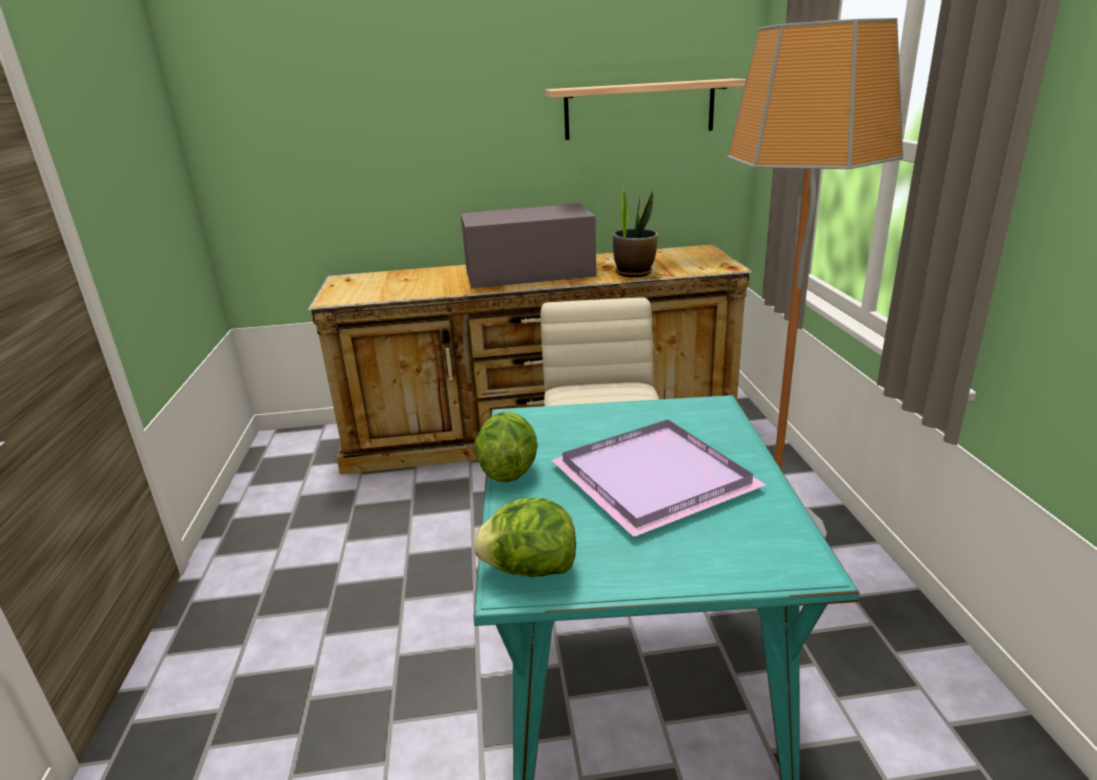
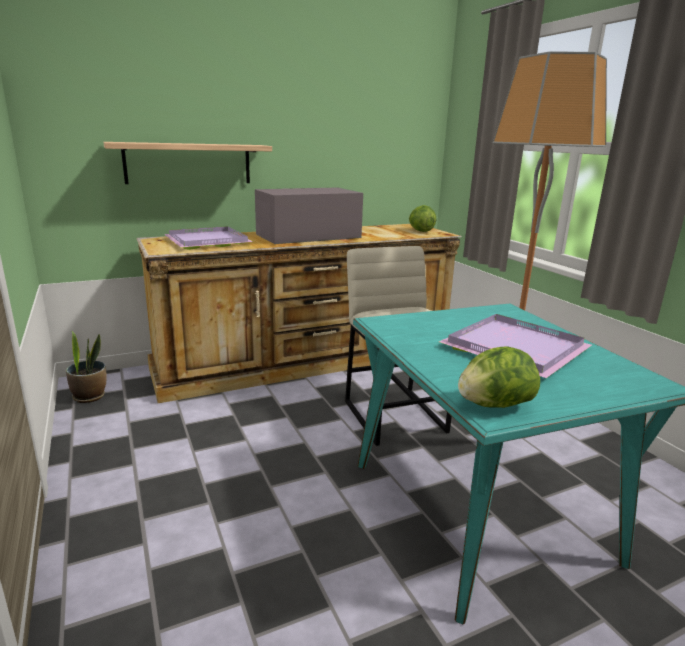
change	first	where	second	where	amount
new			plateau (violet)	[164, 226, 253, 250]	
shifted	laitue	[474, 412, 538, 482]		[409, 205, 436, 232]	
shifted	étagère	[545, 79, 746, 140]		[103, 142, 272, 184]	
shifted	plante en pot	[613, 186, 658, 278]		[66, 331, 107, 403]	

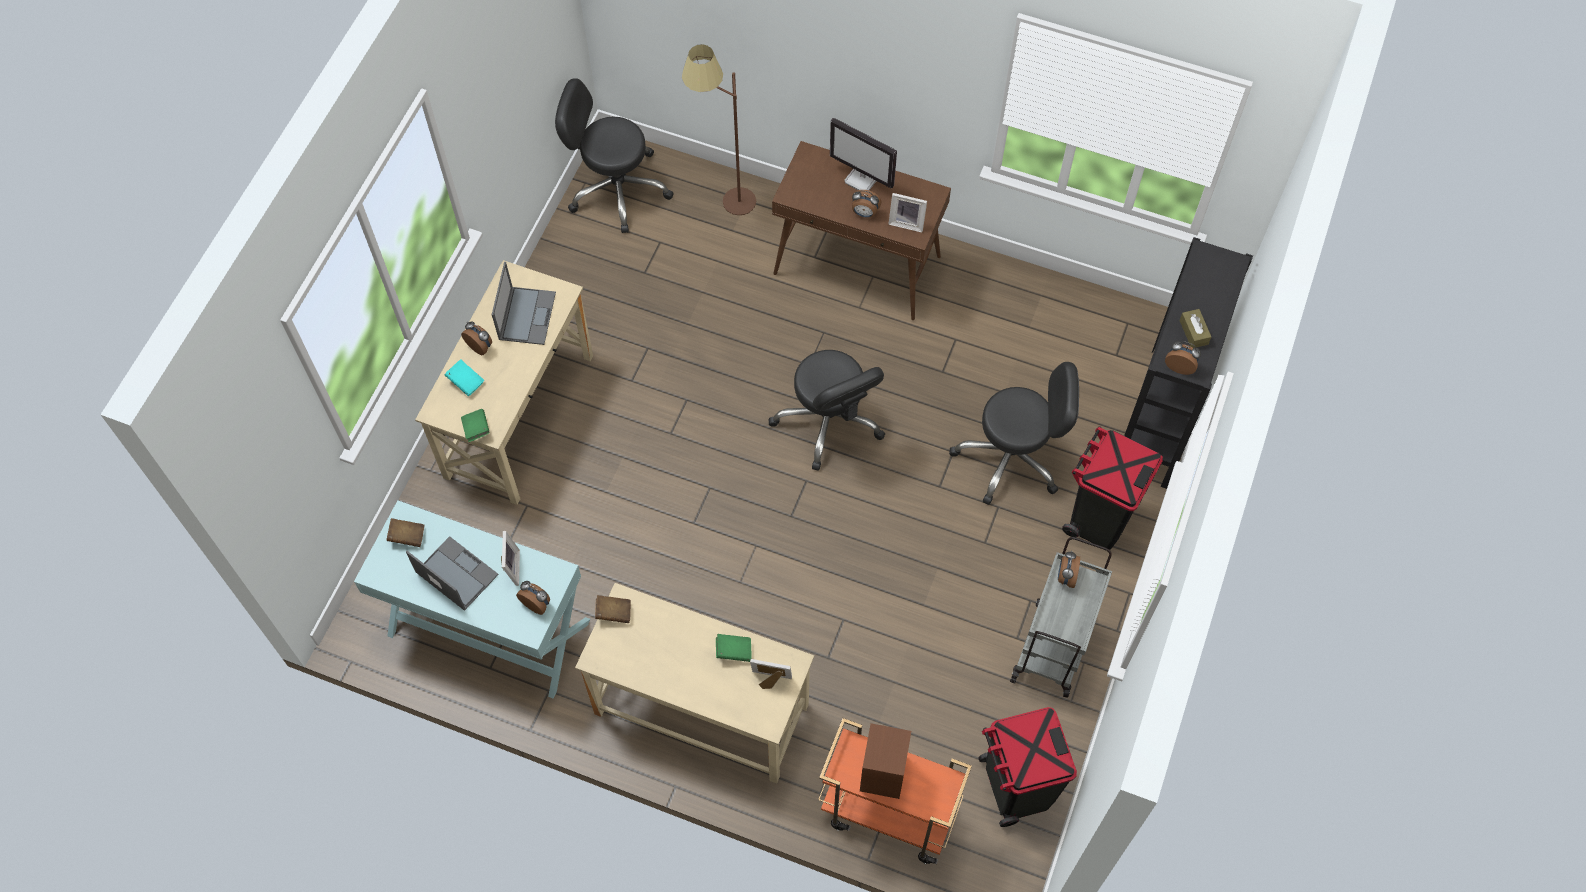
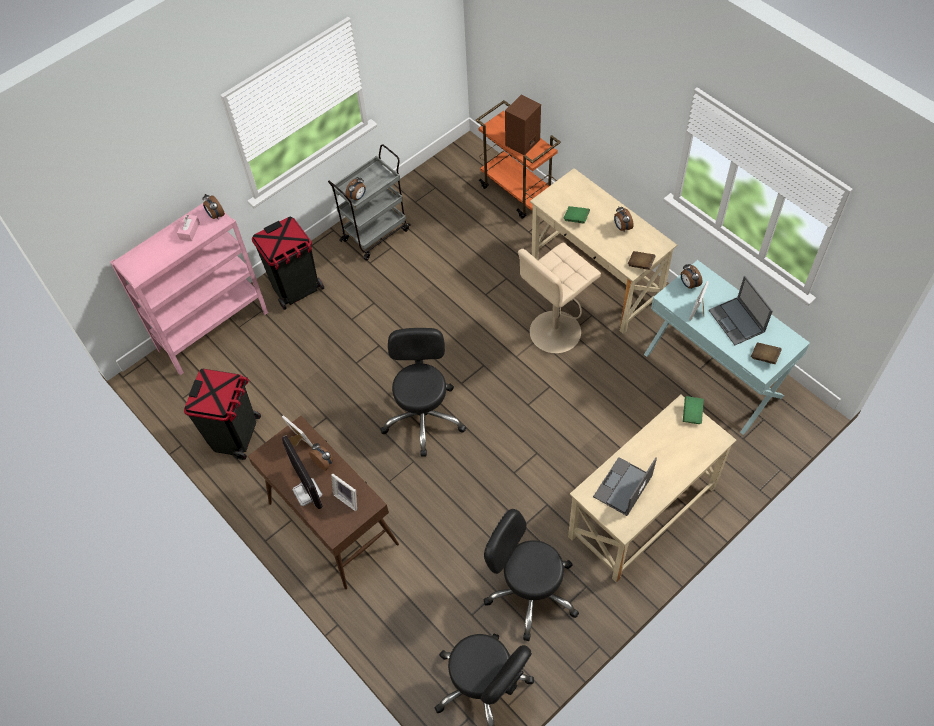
change	first	where	second	where	amount
gone	livre (turquoise)	[445, 359, 484, 397]			
gone	lampadaire (marron)	[682, 44, 756, 215]			
new			tabouret (beige)	[518, 242, 601, 353]	
shifted	réveil	[461, 321, 492, 355]		[614, 207, 633, 231]	
shifted	cadre photo	[750, 659, 792, 689]		[331, 474, 358, 511]	
shifted	chaise de bureau (noir)	[949, 362, 1079, 505]		[484, 509, 579, 641]	
shifted	poubelle (noir)	[978, 707, 1077, 827]		[184, 369, 261, 460]	
repainted	bibliothèque (noir)	[1124, 237, 1253, 489]	bibliothèque (rose)	[110, 198, 268, 375]	
repainted	boîte à mouchoirs (marron)	[1179, 309, 1211, 348]	boîte à mouchoirs (rose)	[177, 214, 200, 241]	

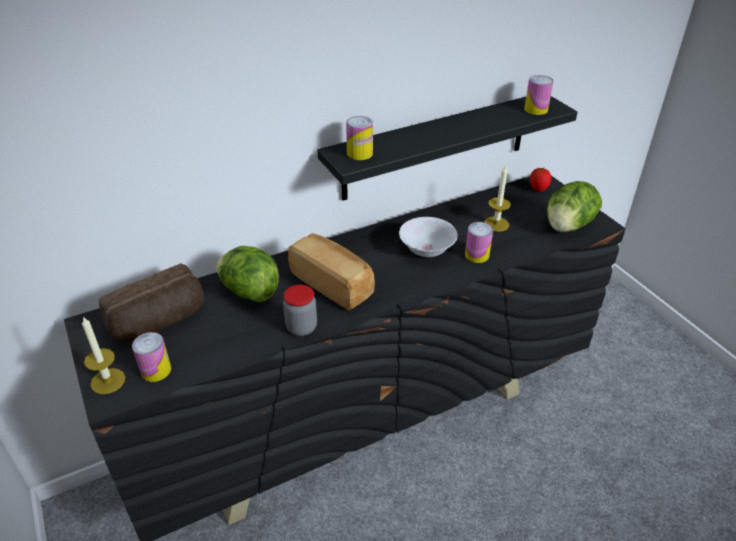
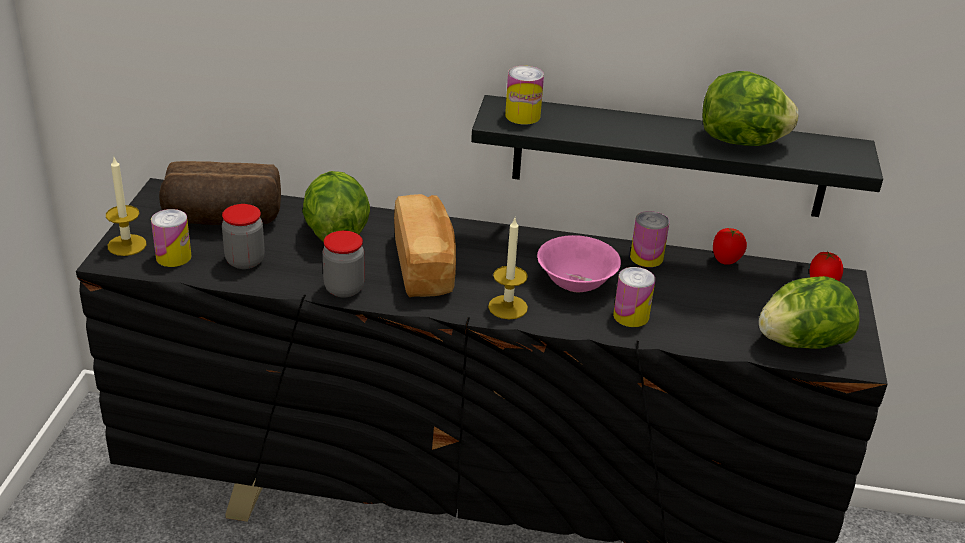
change	first	where	second	where	amount
new			bocal	[222, 204, 265, 269]	
new			laitue	[702, 71, 799, 146]	
new			tomate	[713, 228, 747, 265]	
shifted	bougie	[484, 165, 511, 232]		[488, 218, 528, 319]	
shifted	boîte métallique	[524, 75, 554, 115]		[630, 211, 670, 267]	
repainted	bol (blanc)	[399, 217, 458, 257]	bol (rose)	[537, 235, 621, 292]	

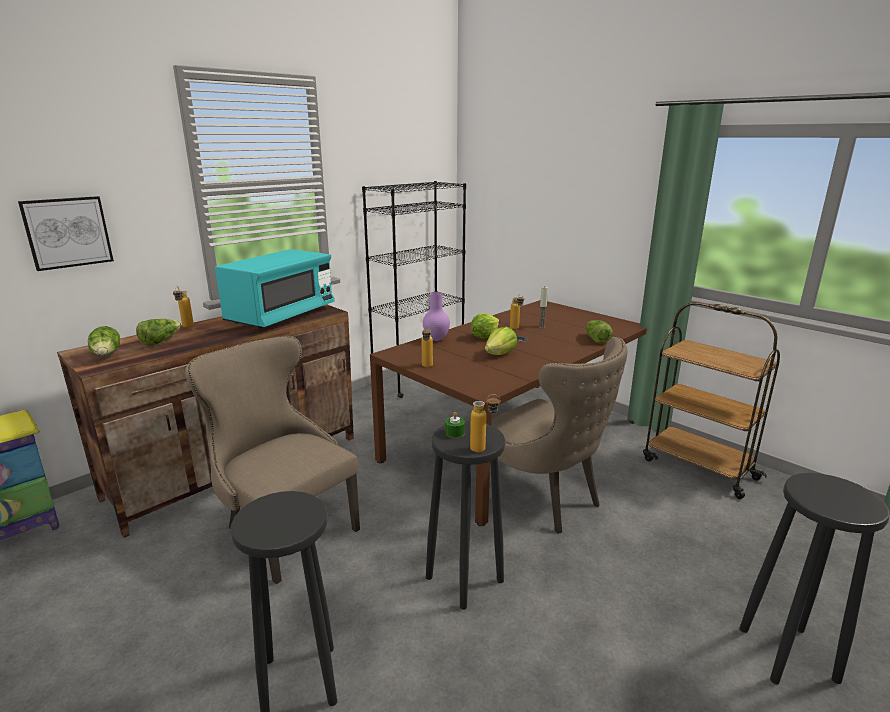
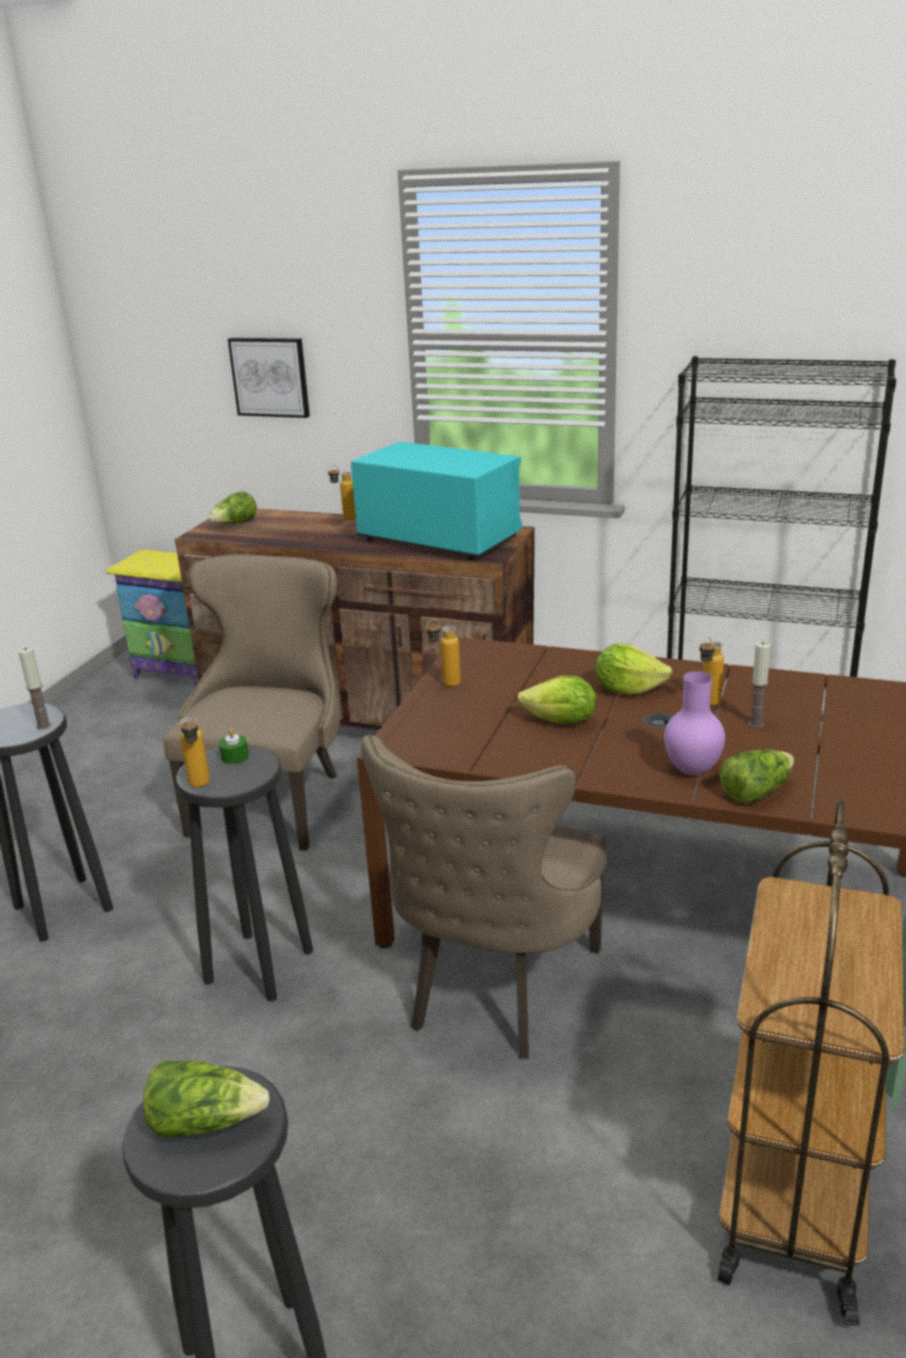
change	first	where	second	where	amount
new			bougie	[18, 647, 51, 730]	
shifted	laitue	[136, 319, 181, 346]		[143, 1060, 270, 1138]	
shifted	vase (violet)	[423, 292, 450, 341]		[664, 671, 725, 775]	
rotated	micro-ondes (turquoise)	[215, 249, 335, 329]		[351, 442, 522, 560]	150 degrees counterclockwise

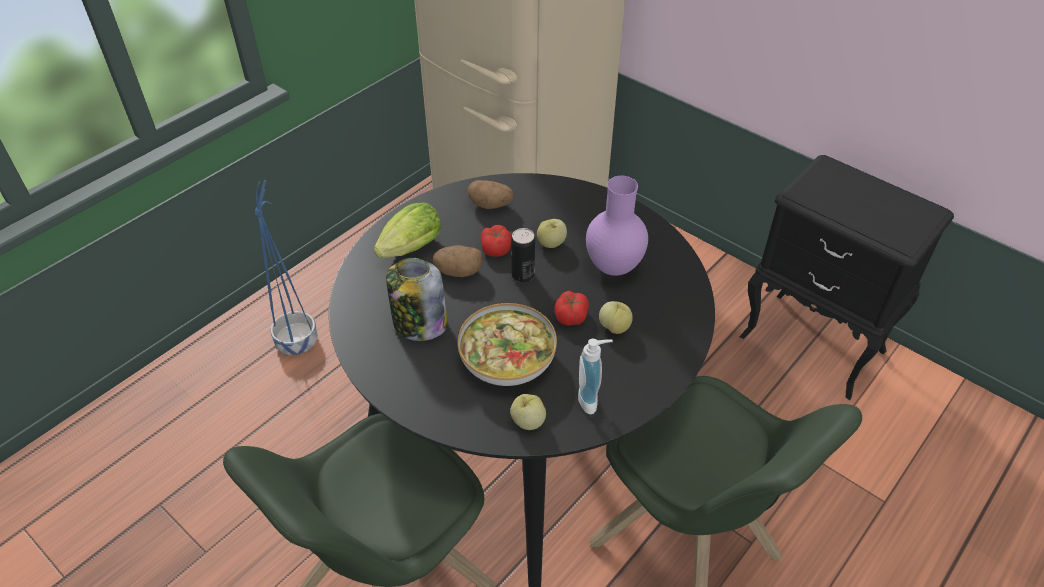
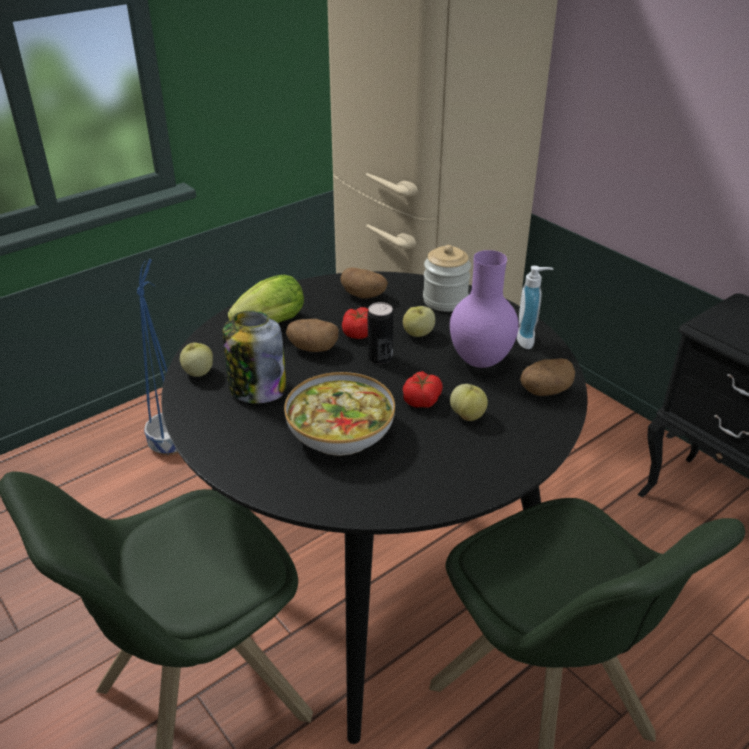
change	first	where	second	where	amount
new			bocal	[423, 245, 471, 312]	
new			pomme de terre	[520, 358, 575, 396]	
shifted	pomme	[510, 394, 546, 430]		[180, 343, 213, 377]	
shifted	distributeur de savon	[578, 339, 613, 414]		[517, 266, 553, 349]	

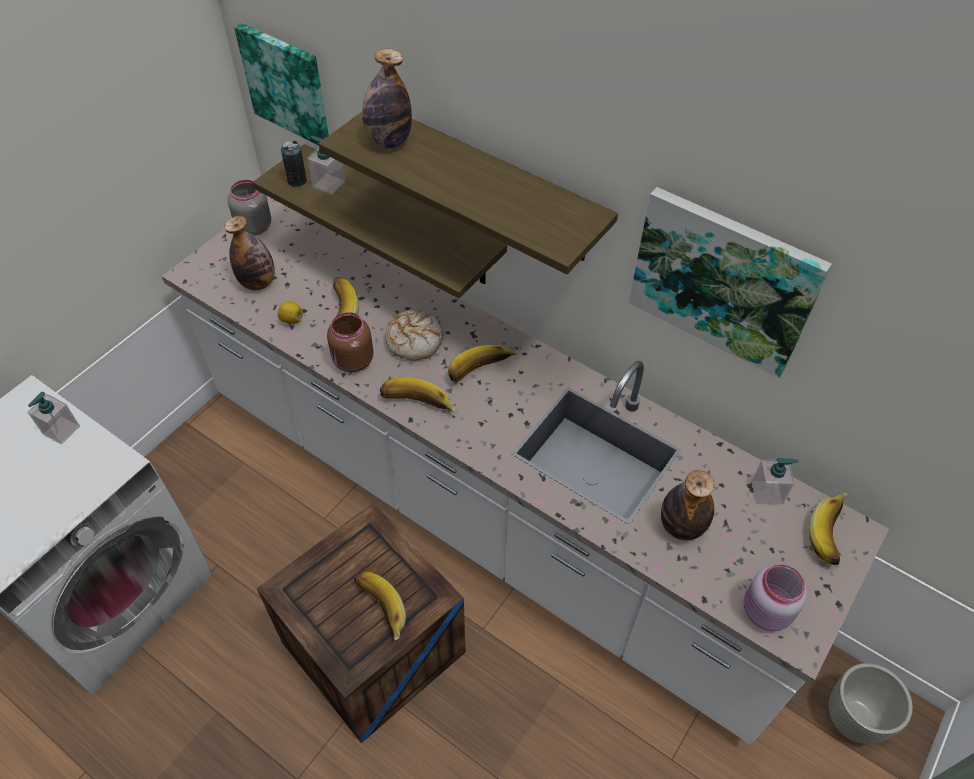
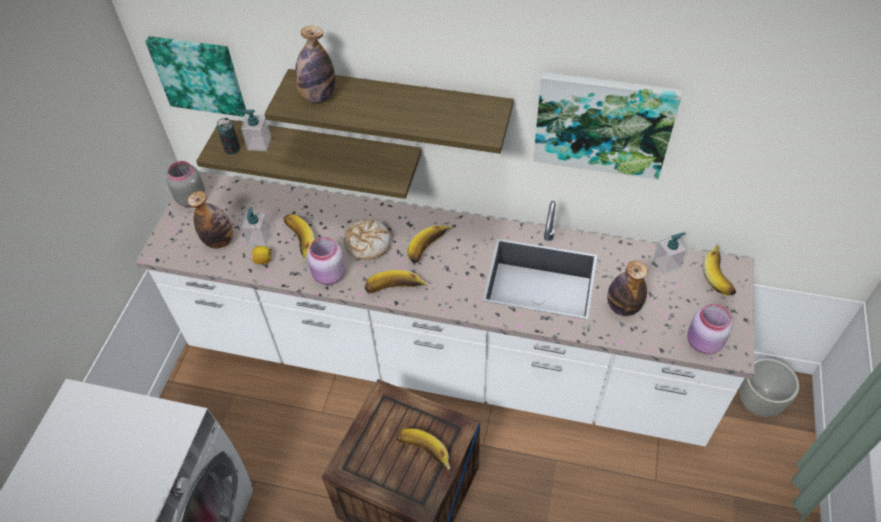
change	first	where	second	where	amount
shifted	distributeur de savon	[28, 392, 80, 444]		[241, 207, 270, 246]	
repainted	bocal (marron)	[327, 312, 373, 373]	bocal (rose)	[307, 237, 345, 285]	

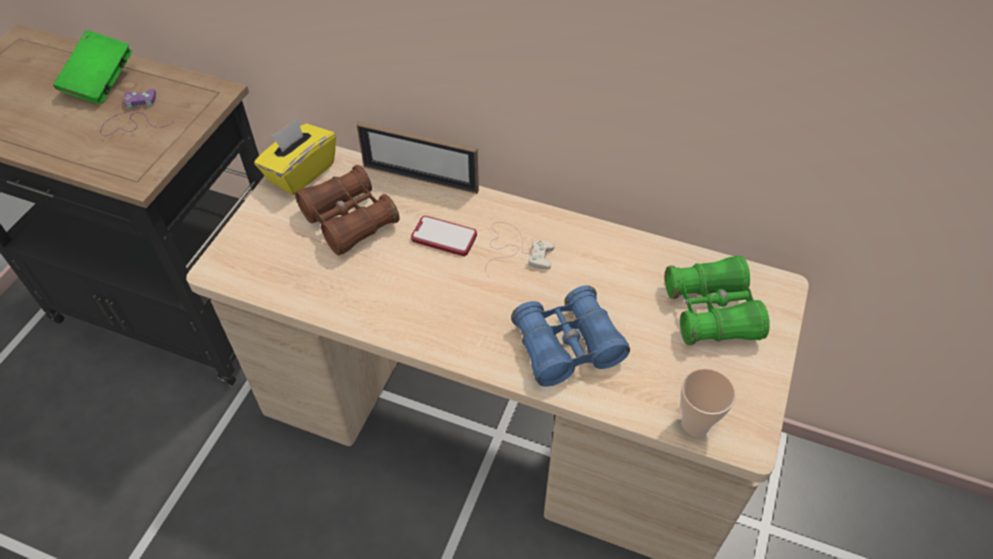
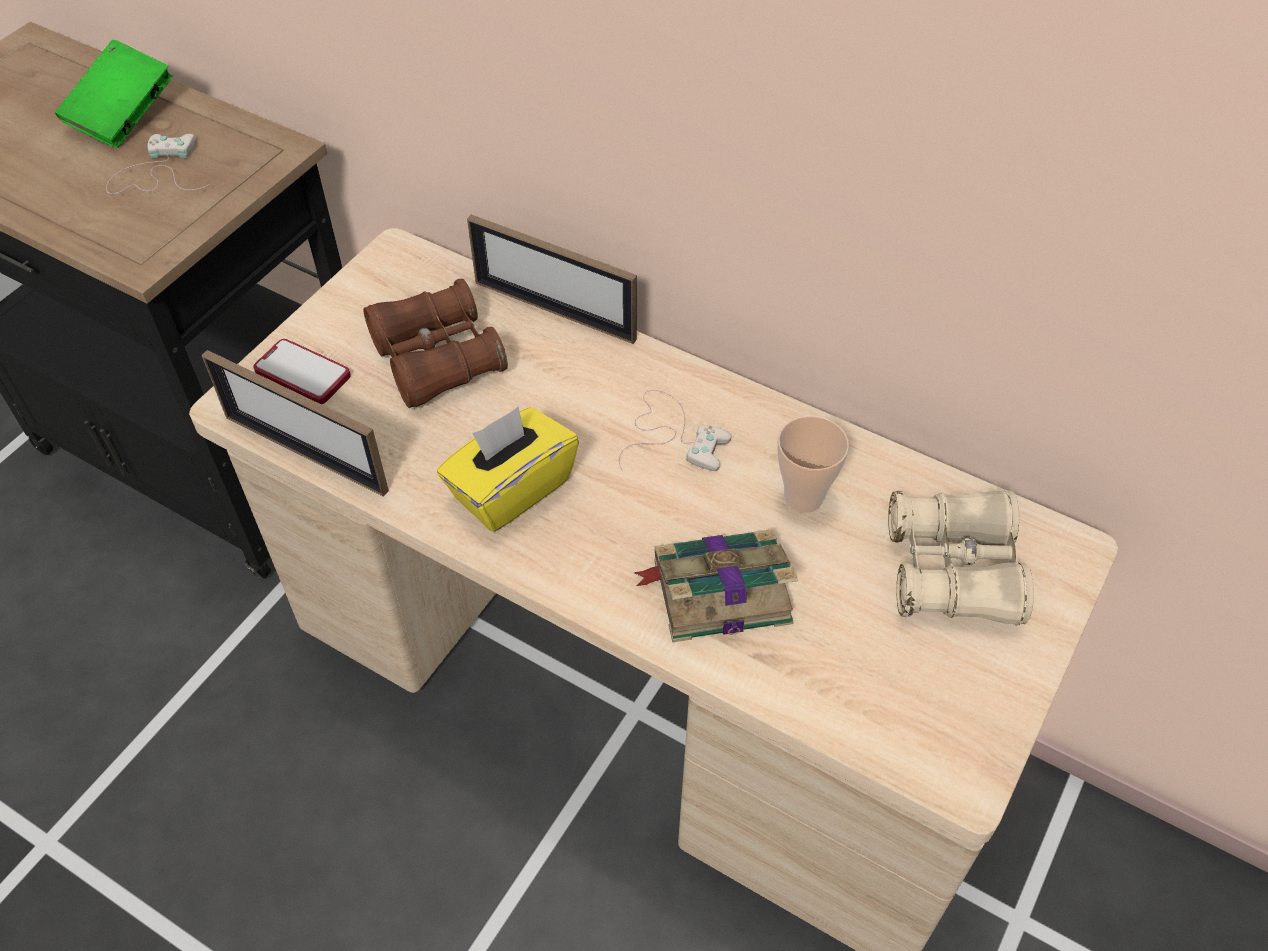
change	first	where	second	where	amount
new			cadre photo	[202, 350, 389, 496]	
shifted	boîte à mouchoirs (jaune)	[254, 119, 336, 195]		[437, 406, 579, 532]	
shifted	téléphone	[411, 216, 477, 256]		[253, 339, 351, 404]	
shifted	tasse	[681, 368, 736, 436]		[777, 416, 849, 513]	
swapped	jumelles (bleu)	[511, 285, 630, 387]	livre	[634, 529, 798, 642]	
repainted	manette (violet)	[100, 89, 173, 136]	manette (blanc)	[106, 134, 210, 194]	
repainted	jumelles (vert)	[665, 256, 770, 345]	jumelles (beige)	[888, 490, 1034, 625]	

